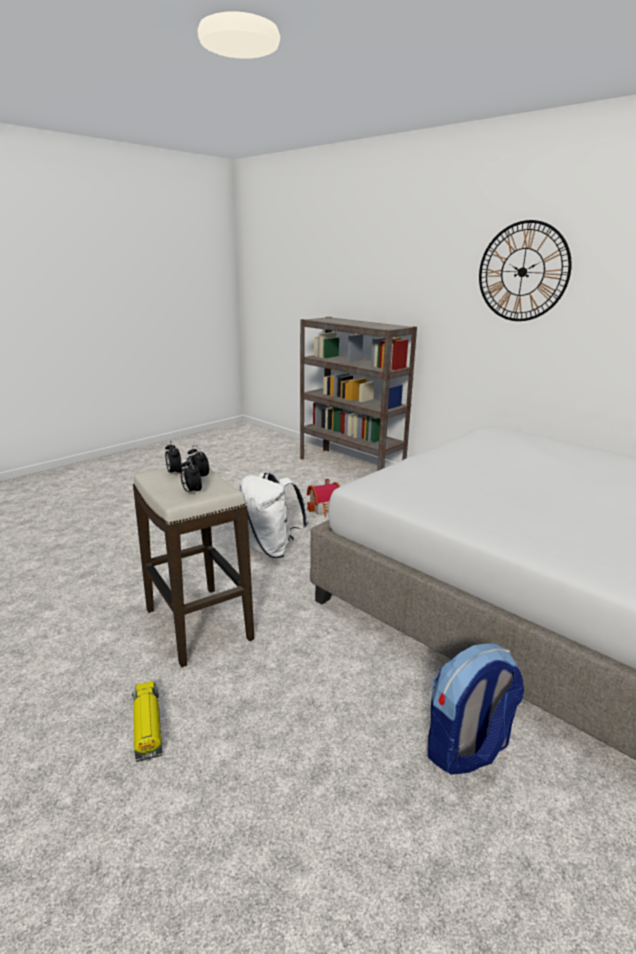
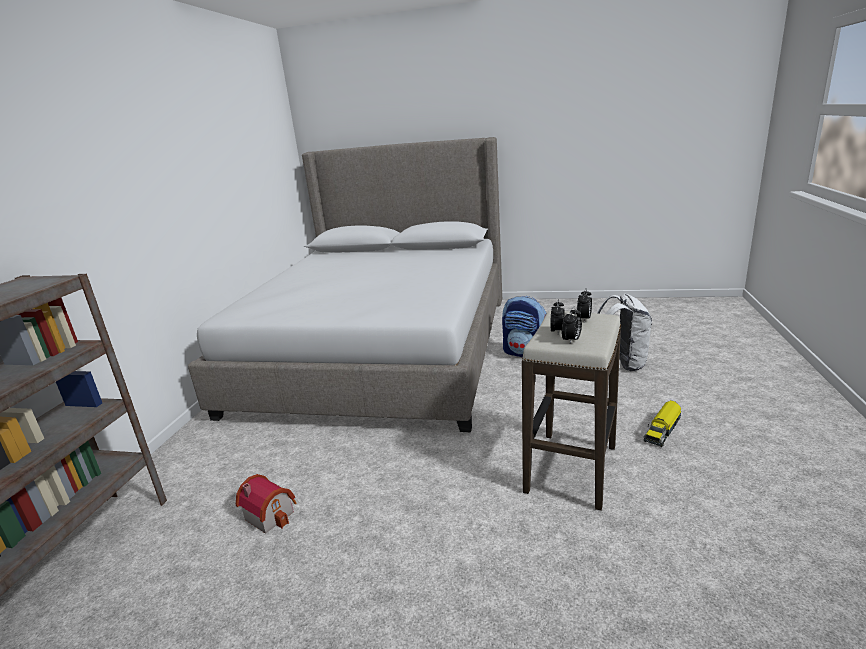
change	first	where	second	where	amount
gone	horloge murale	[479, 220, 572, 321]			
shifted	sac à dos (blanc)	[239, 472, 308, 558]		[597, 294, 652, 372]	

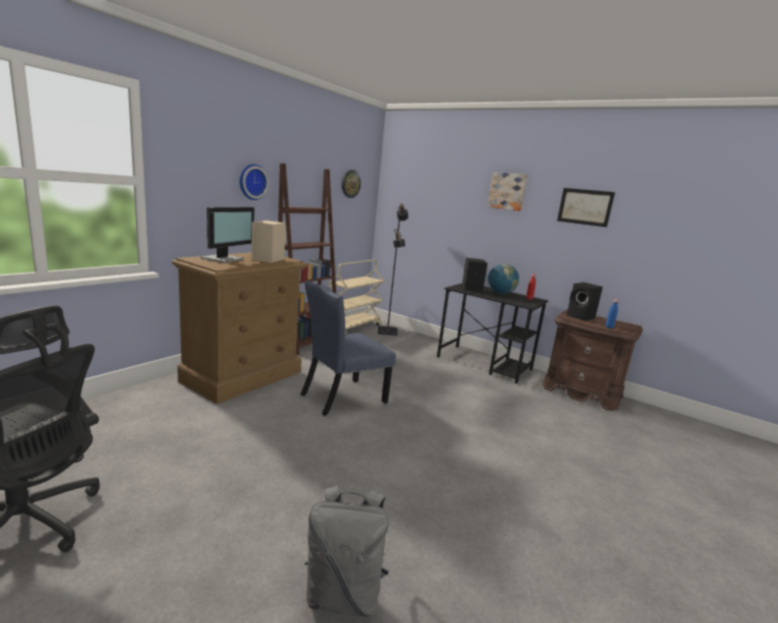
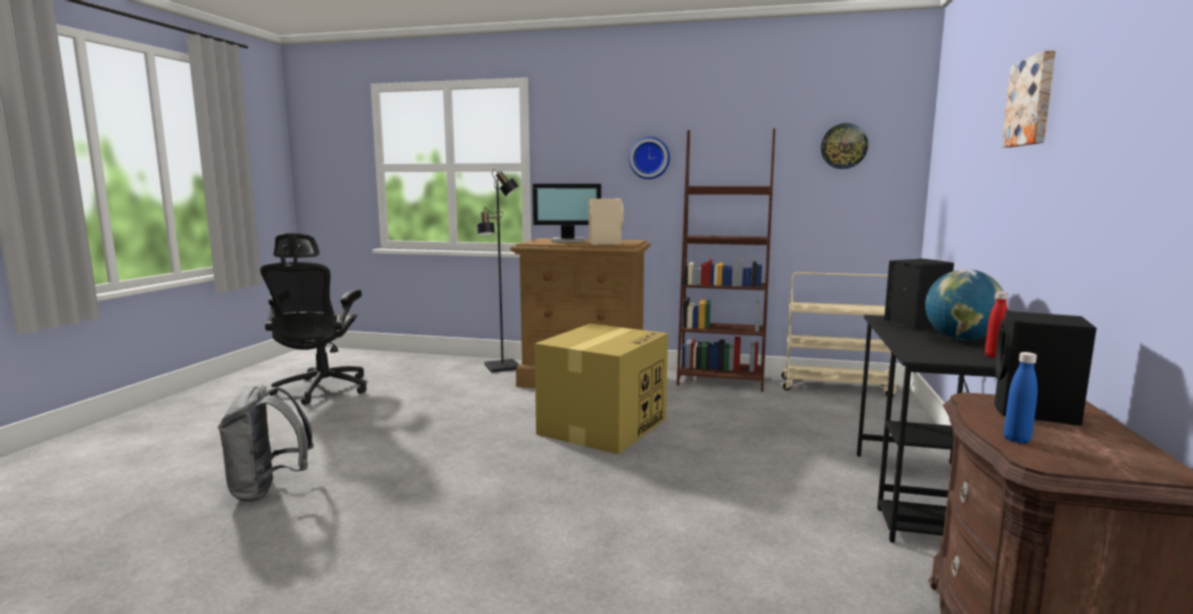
change	first	where	second	where	amount
gone	tableau	[557, 188, 615, 227]			
shifted	lampadaire (noir)	[378, 203, 408, 336]		[477, 169, 519, 373]	
swapped	chaise (bleu)	[300, 281, 396, 416]	carton	[535, 323, 668, 454]	

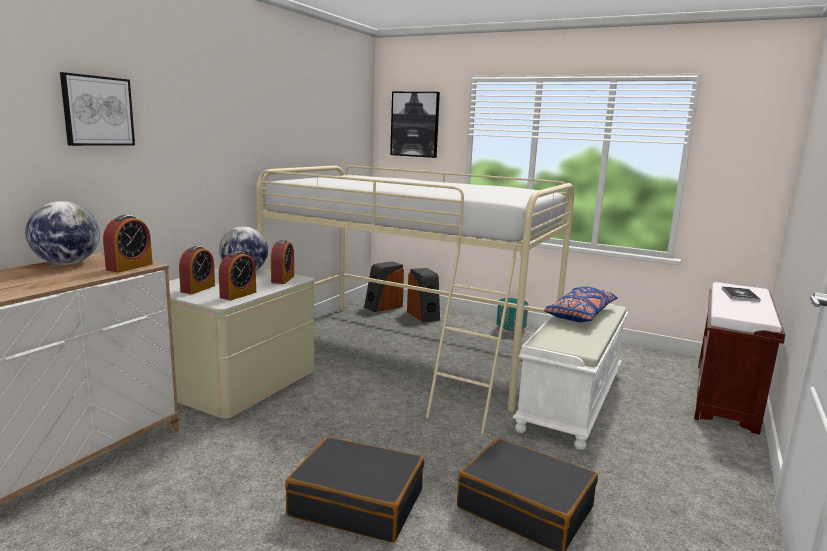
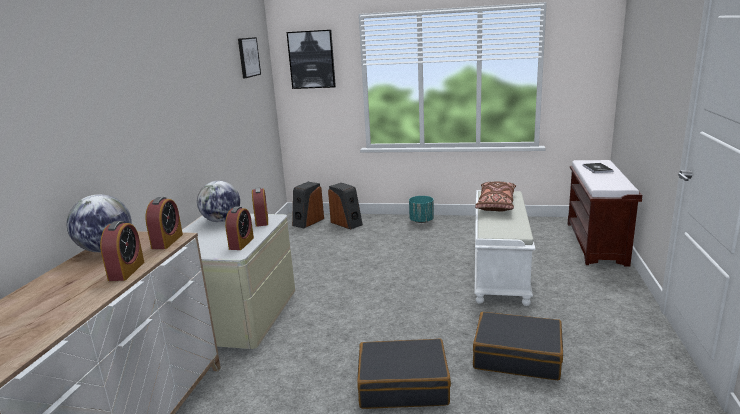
change	first	where	second	where	amount
gone	lit (beige)	[256, 165, 574, 434]			
shifted	tableau	[60, 72, 135, 146]		[238, 37, 261, 78]	
shifted	réveil	[179, 246, 215, 294]		[100, 221, 144, 281]	
repainted	coussin (bleu)	[544, 287, 618, 322]	coussin (marron)	[475, 181, 516, 212]	

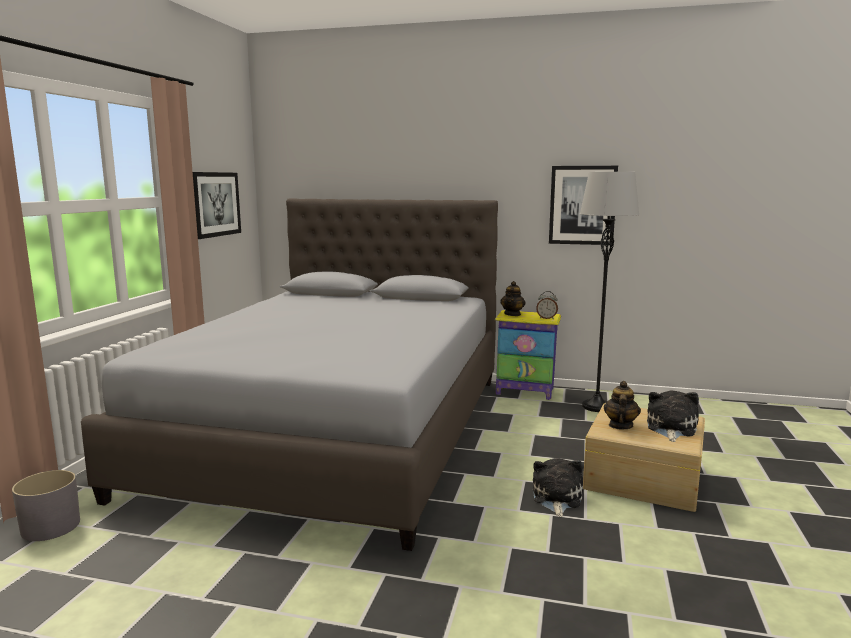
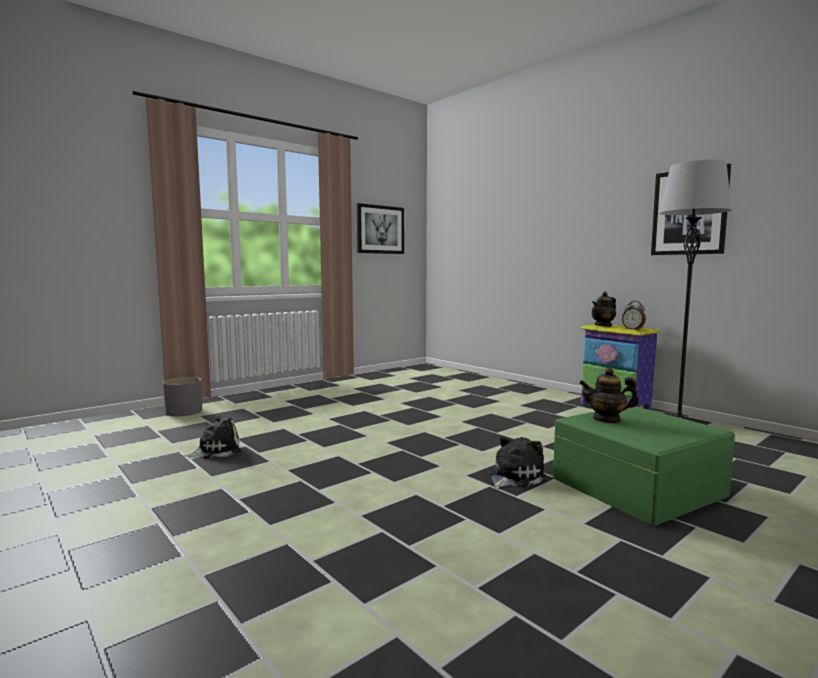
change	first	where	second	where	amount
gone	lit (gris)	[81, 198, 498, 551]			
shifted	peluche	[647, 391, 699, 442]		[182, 415, 241, 459]	
repainted	boîte de rangement (beige)	[583, 403, 705, 512]	boîte de rangement (vert)	[553, 405, 735, 526]	
rotated	théière	[604, 381, 641, 429]		[579, 368, 639, 423]	135 degrees counterclockwise

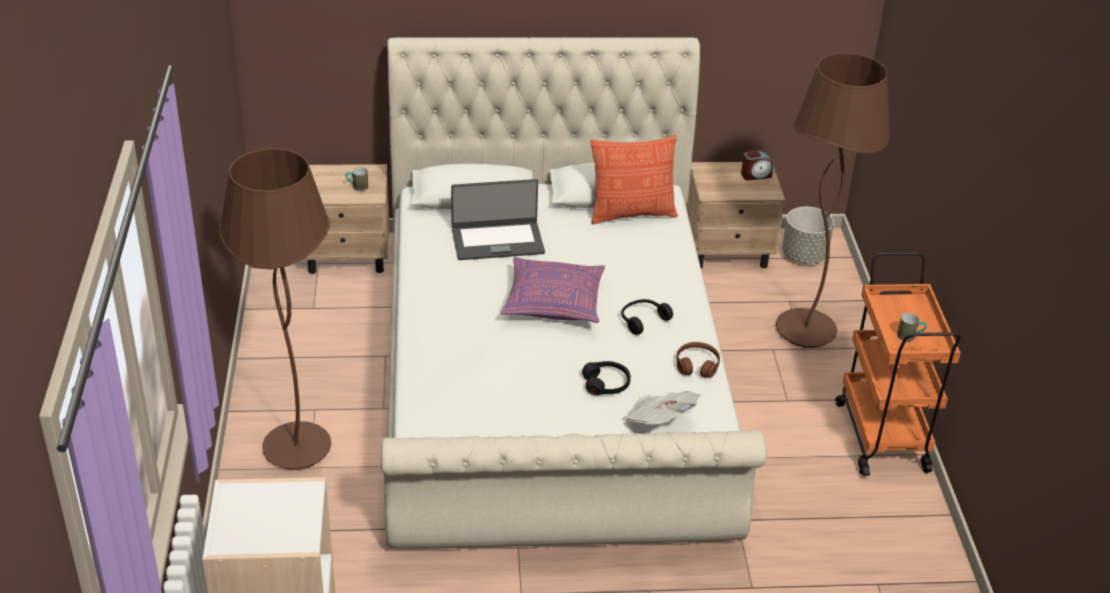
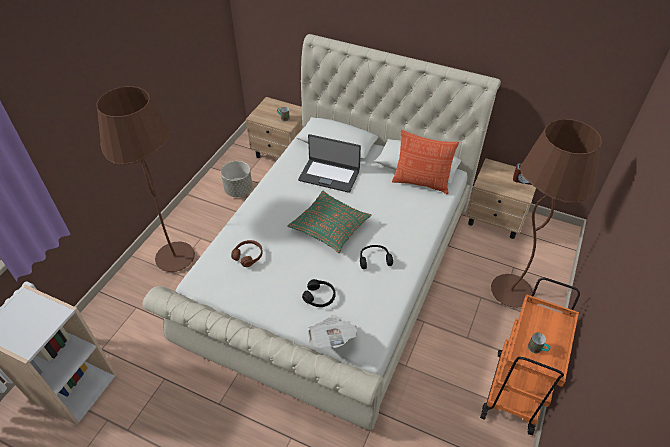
change	first	where	second	where	amount
shifted	casque audio (marron)	[677, 342, 720, 378]		[231, 240, 263, 267]	
shifted	cache-pot (gris)	[782, 207, 834, 264]		[221, 161, 253, 197]	
repainted	coussin (violet)	[501, 257, 605, 323]	coussin (vert)	[287, 191, 371, 253]	

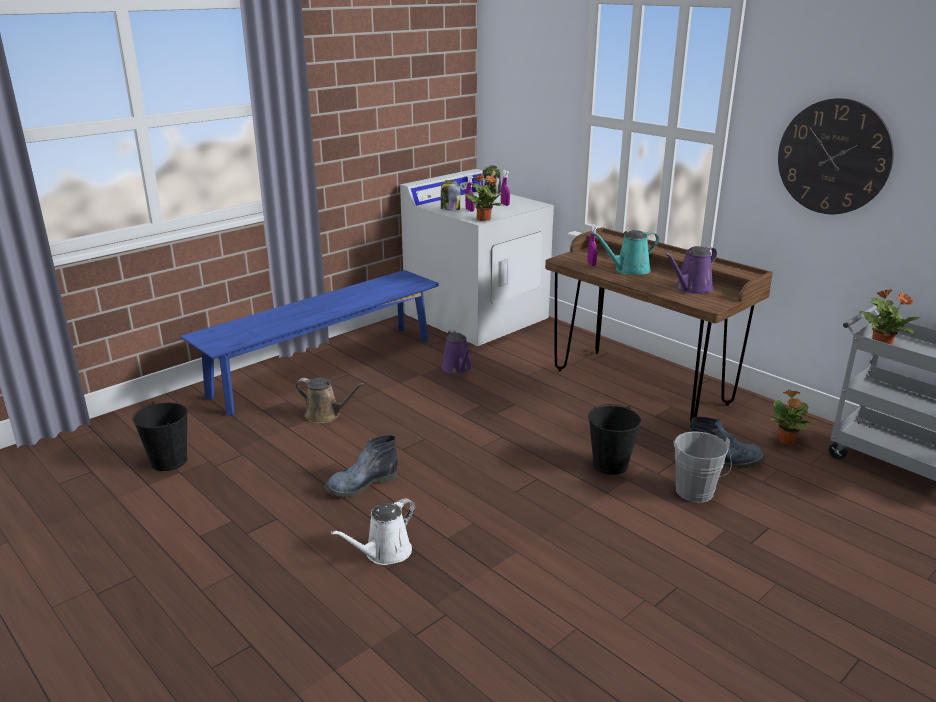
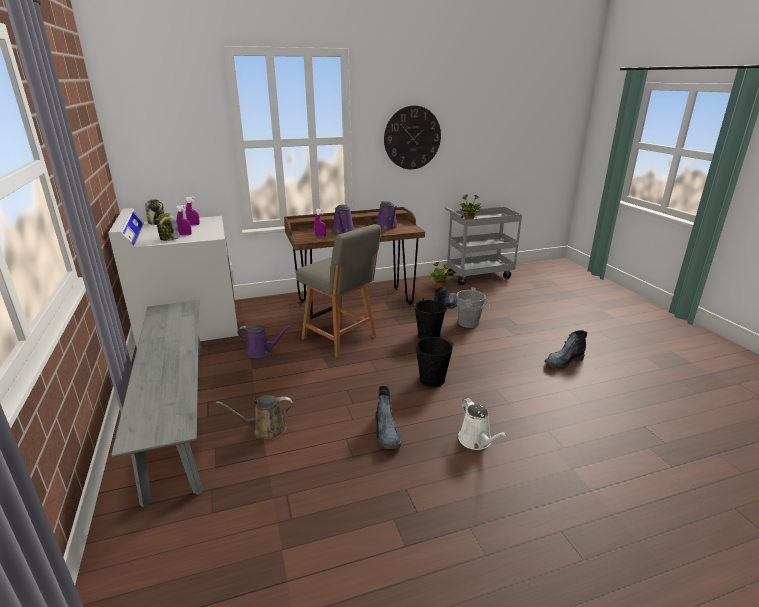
change	first	where	second	where	amount
gone	plante en pot	[464, 175, 503, 221]			
new			chaise (gris)	[296, 224, 381, 358]	
new			botte	[544, 330, 587, 369]	
shifted	seau (noir)	[132, 402, 188, 471]		[415, 337, 453, 387]	
repainted	banc (bleu)	[180, 270, 439, 415]	banc (gris)	[111, 300, 203, 508]	
repainted	arrosoir (turquoise)	[592, 230, 659, 275]	arrosoir (violet)	[332, 204, 355, 234]	
rotated	arrosoir (marron)	[295, 377, 365, 424]		[216, 395, 293, 439]	150 degrees counterclockwise

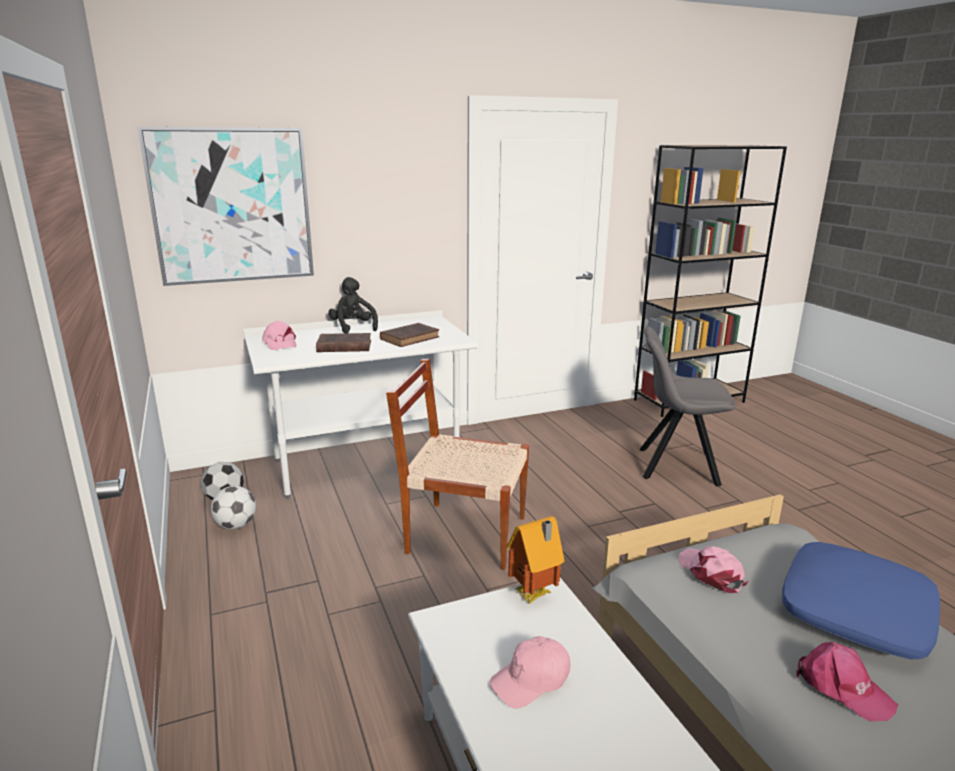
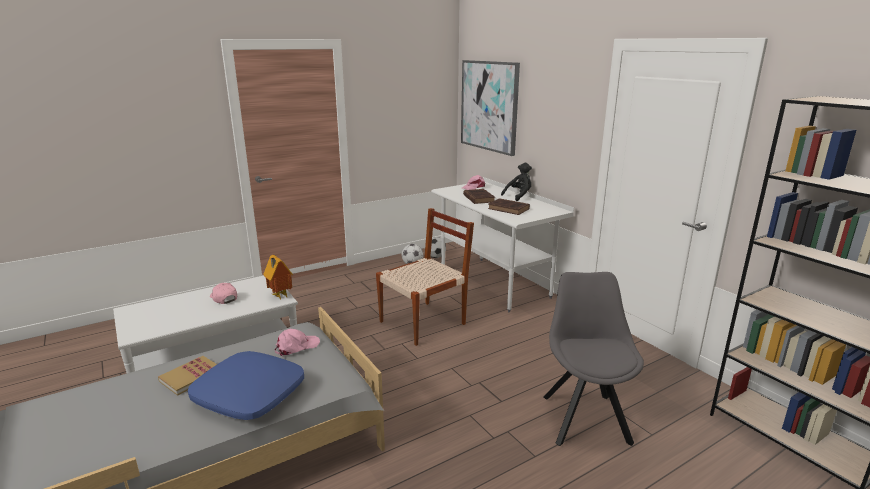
change	first	where	second	where	amount
swapped	casquette (rose)	[796, 642, 898, 721]	livre	[158, 356, 217, 396]	
rotated	chaise	[386, 359, 529, 570]		[376, 208, 474, 346]	45 degrees clockwise

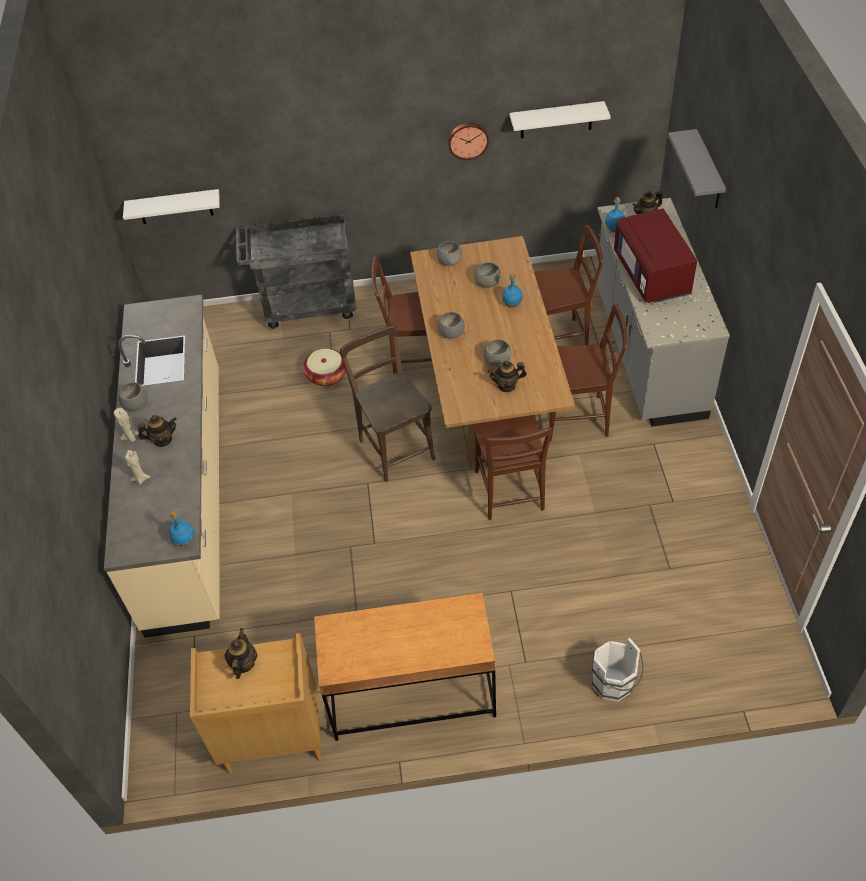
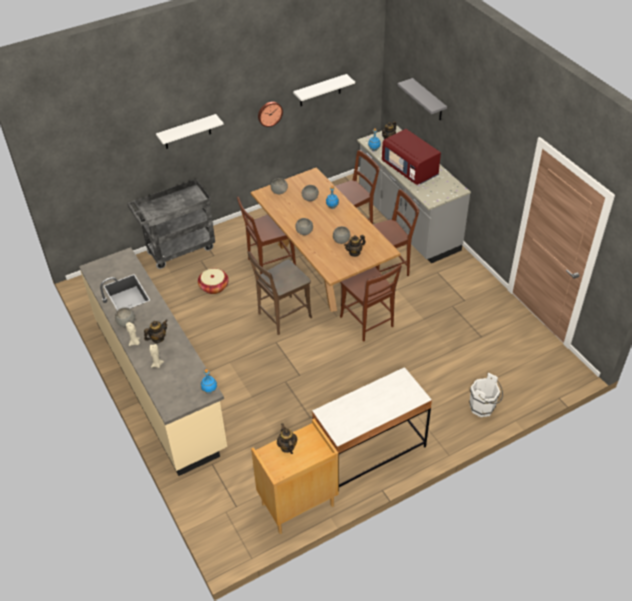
change	first	where	second	where	amount
shifted	étagère (blanc)	[123, 189, 219, 224]		[156, 114, 224, 149]	
repainted	bureau (marron)	[314, 593, 496, 741]	bureau (blanc)	[312, 367, 432, 492]	
rotated	chaise (marron)	[340, 325, 436, 482]		[247, 252, 312, 335]	75 degrees counterclockwise

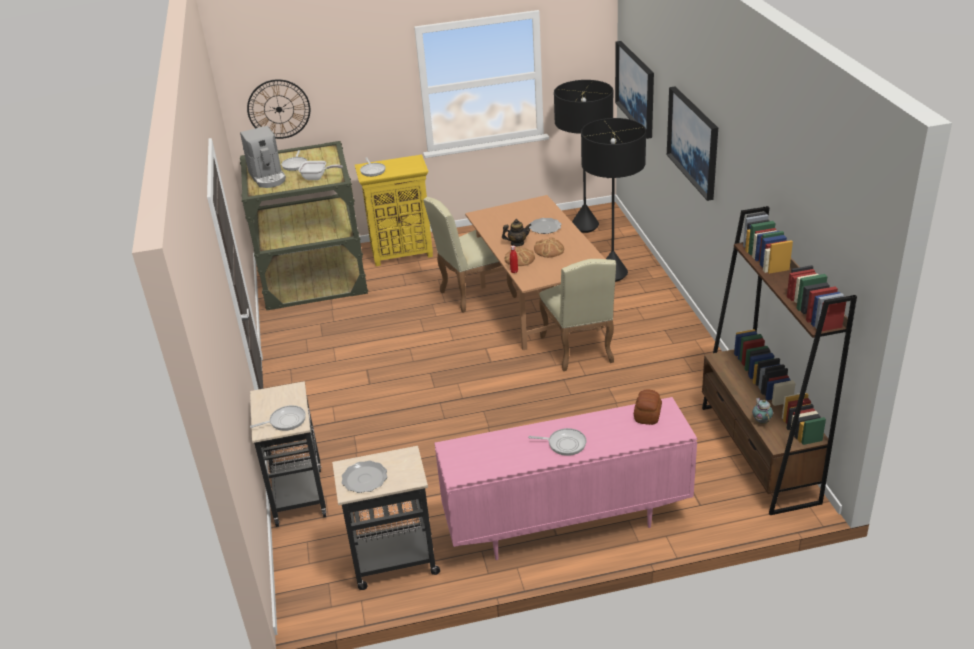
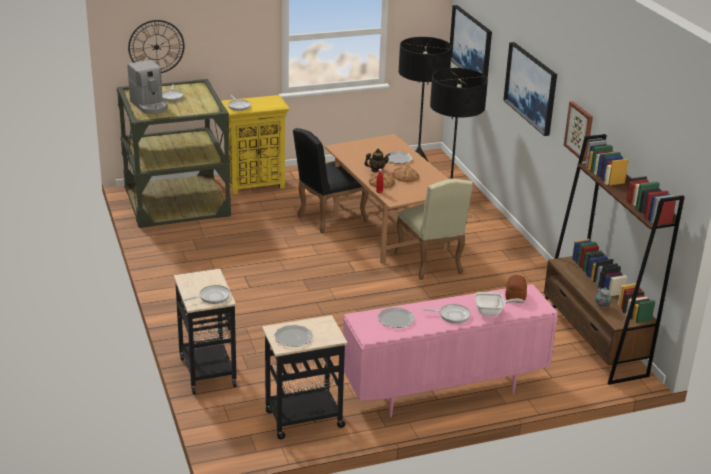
change	first	where	second	where	amount
new			assiette	[378, 307, 415, 328]	
new			tableau	[564, 101, 593, 162]	
shifted	poêle	[298, 161, 343, 180]		[475, 292, 525, 316]	
repainted	chaise (beige)	[423, 197, 517, 313]	chaise (noir)	[293, 128, 369, 233]	

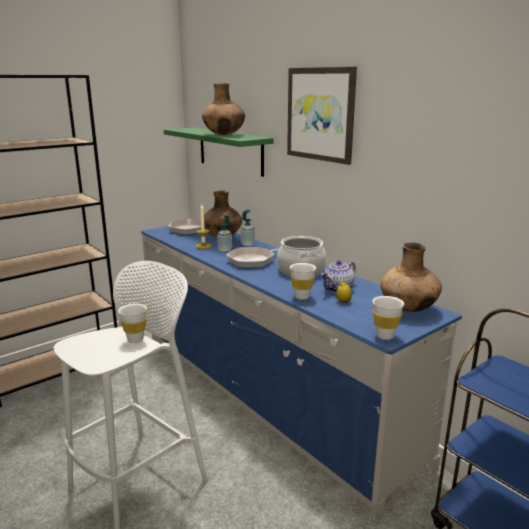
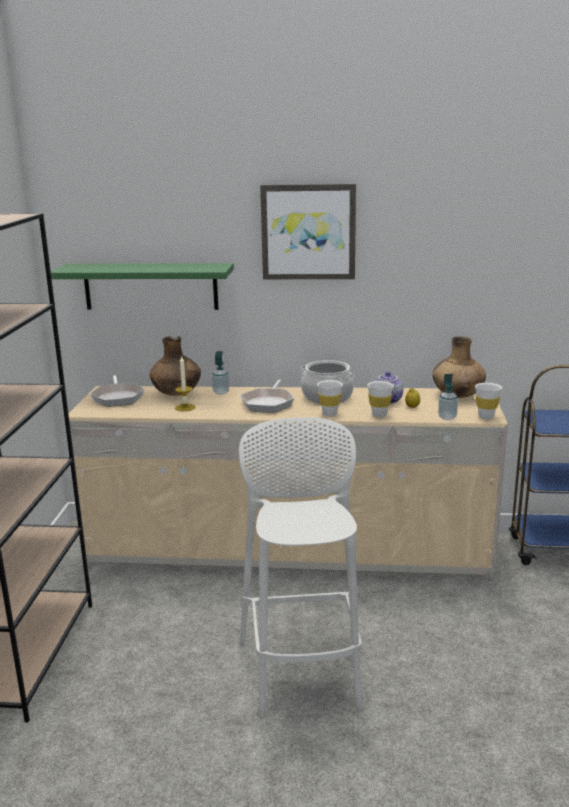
change	first	where	second	where	amount
gone	vase (marron)	[202, 83, 245, 135]			
shifted	tasse (blanc)	[118, 304, 147, 343]		[317, 380, 343, 416]	
shifted	distributeur de savon	[217, 215, 232, 252]		[438, 374, 458, 420]	
repainted	meuble de rangement (bleu)	[141, 226, 462, 521]	meuble de rangement (beige)	[68, 386, 508, 583]	

